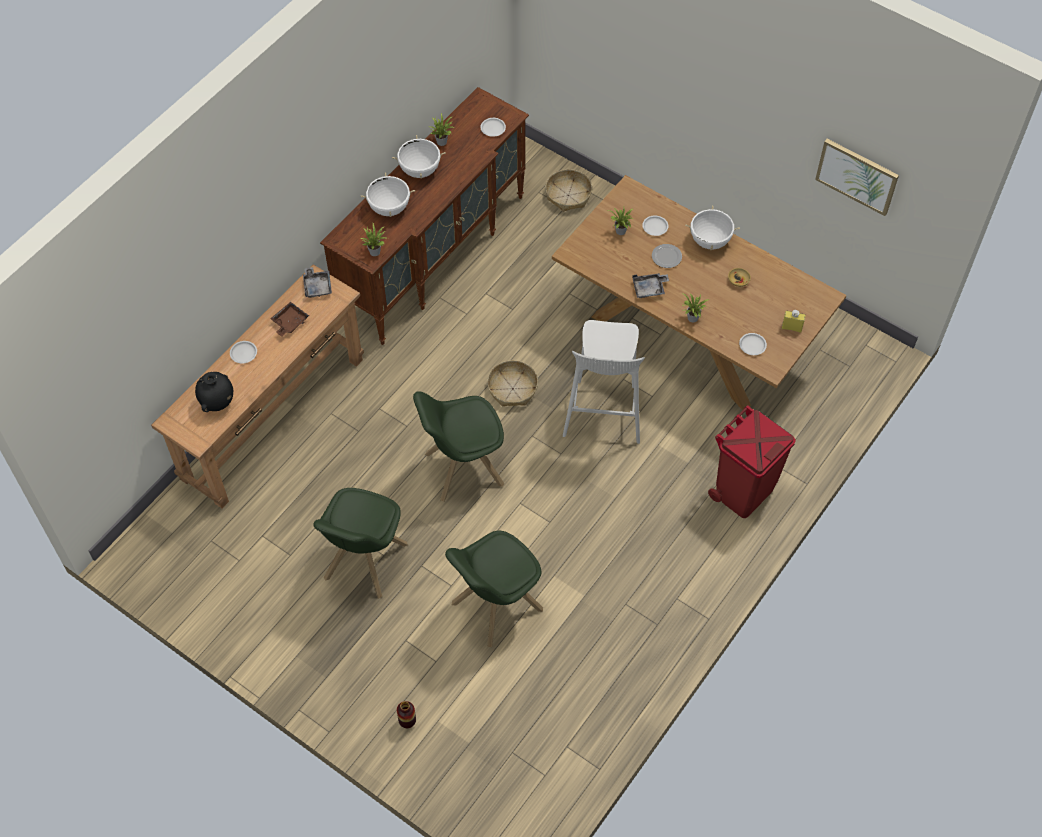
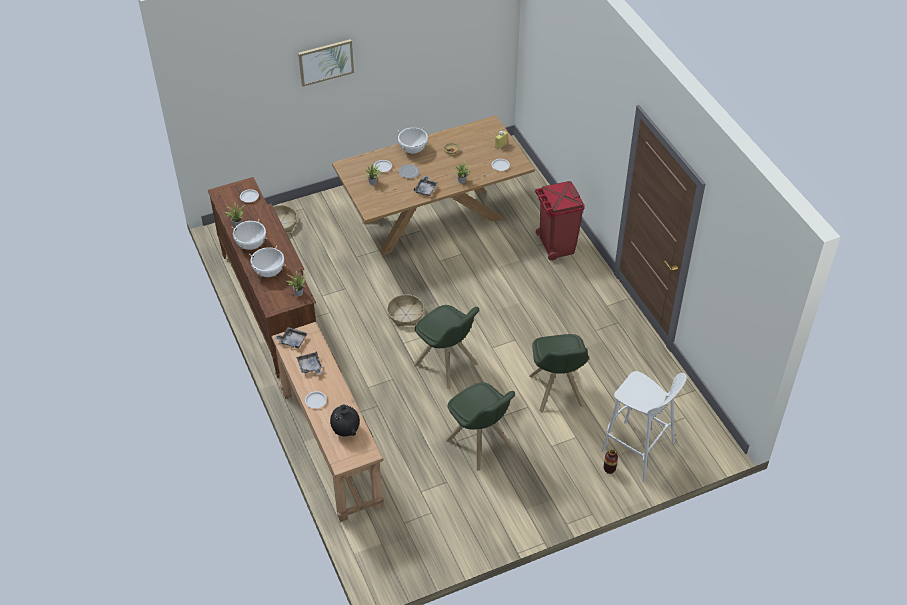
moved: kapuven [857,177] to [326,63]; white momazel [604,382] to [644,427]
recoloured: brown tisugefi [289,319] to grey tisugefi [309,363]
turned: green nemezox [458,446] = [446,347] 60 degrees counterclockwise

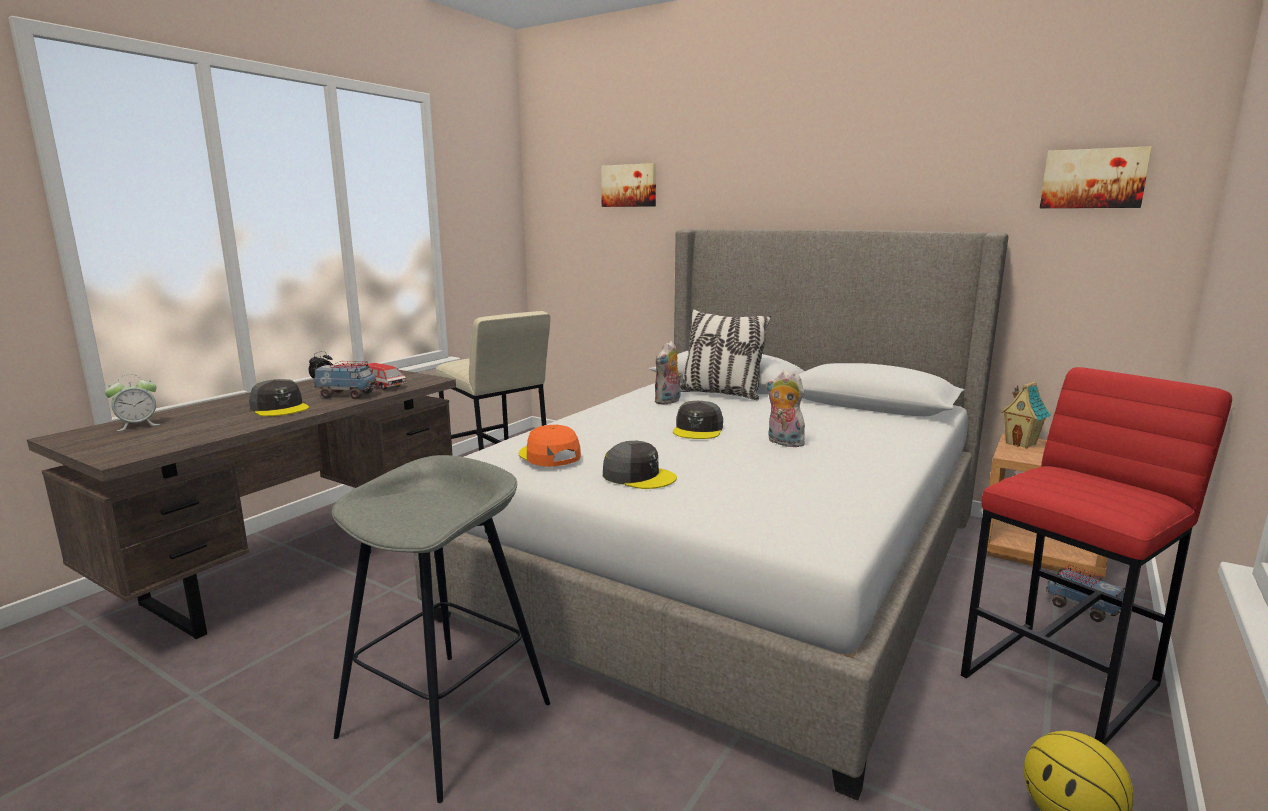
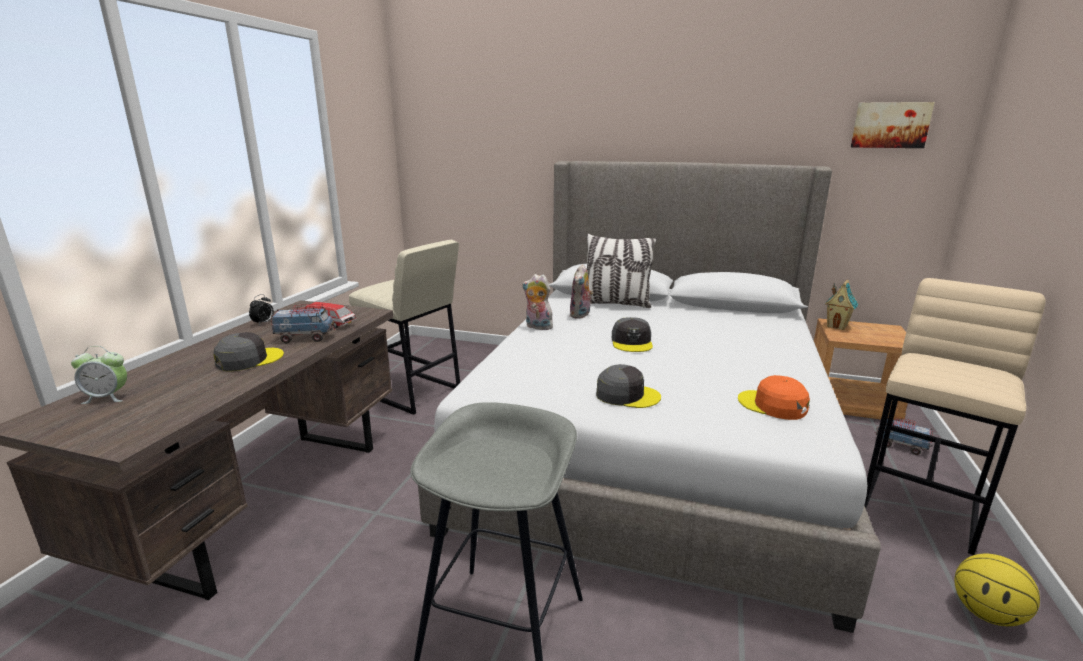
removed: kapuven [628,185]
moved: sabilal [785,408] to [537,302]; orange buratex [550,446] to [774,397]
recoloured: red momazel [1096,556] to beige momazel [955,416]
turned: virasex [132,402] = [99,375] 45 degrees clockwise; grey buratex [279,397] = [248,351] 75 degrees counterclockwise

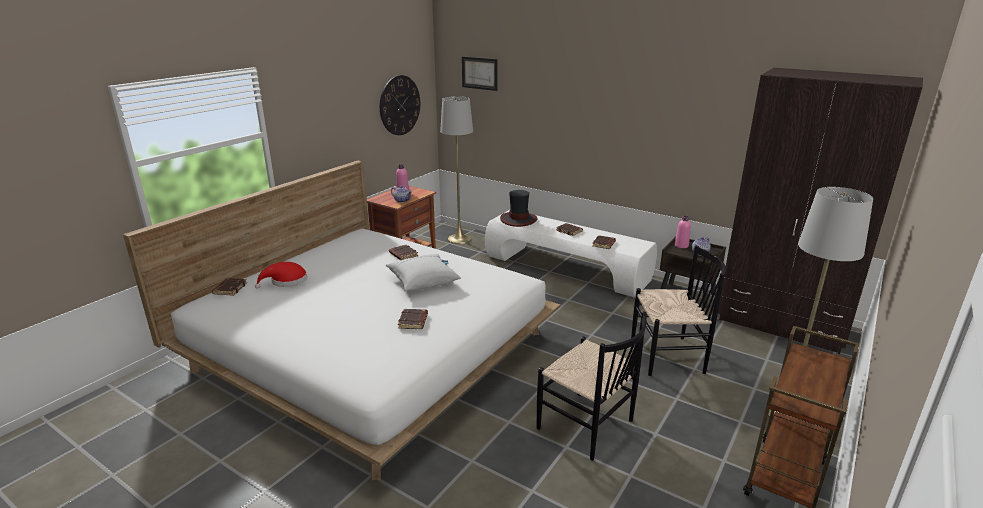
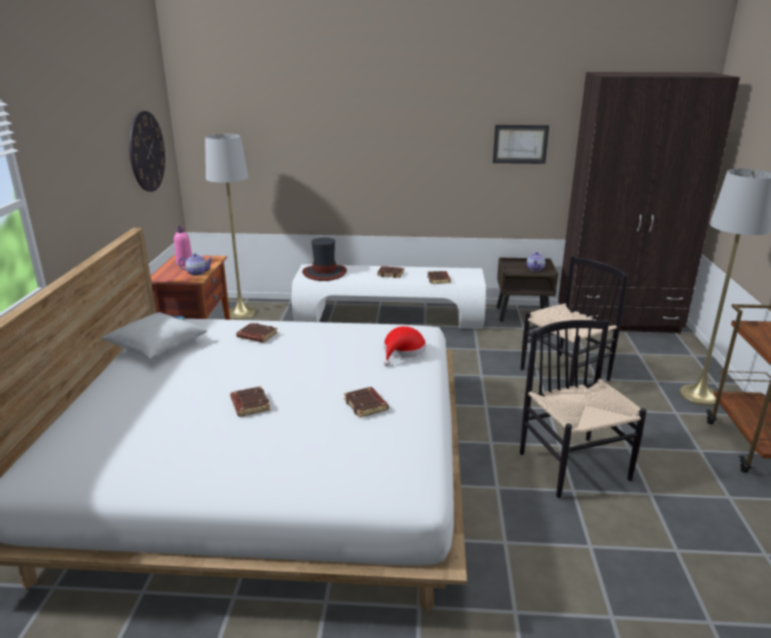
removed: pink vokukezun [683,231]
moved: kapuven [480,73] to [521,144]; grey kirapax [423,272] to [154,335]; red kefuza [281,275] to [405,346]; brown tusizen [229,287] to [250,401]
turned: black nemezox [592,386] = [583,409] 120 degrees counterclockwise

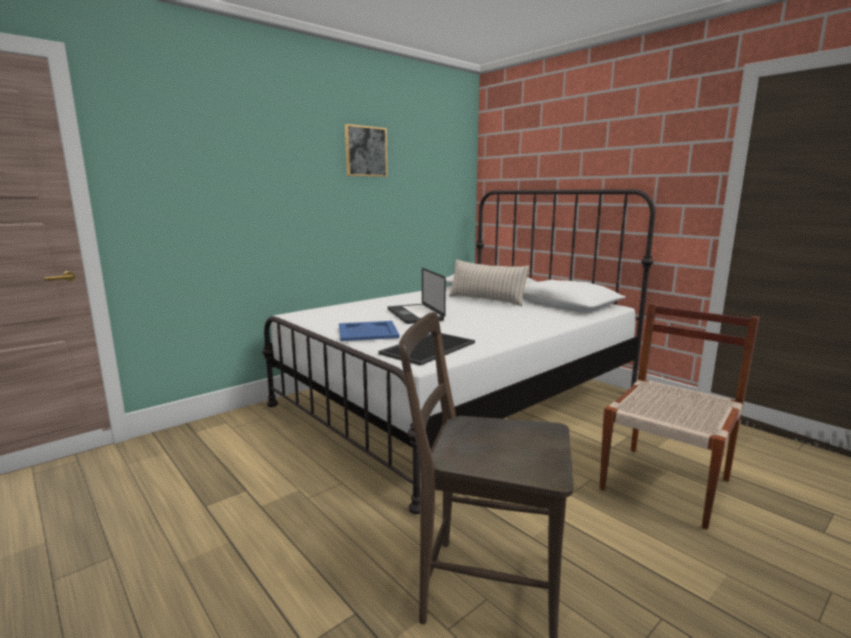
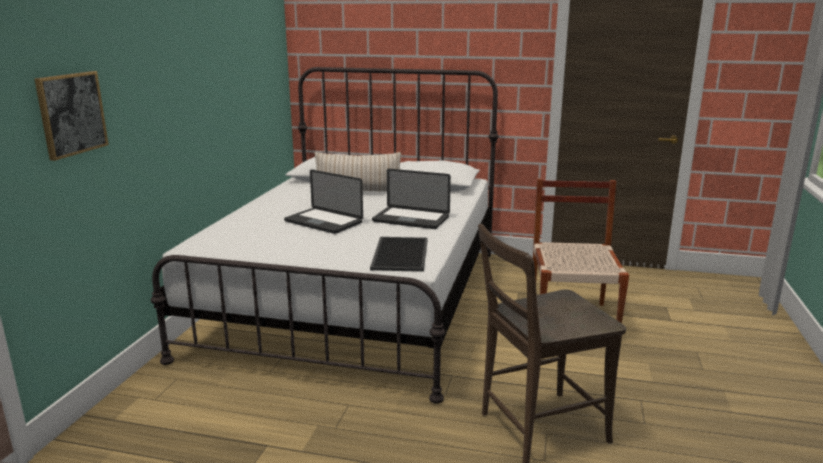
removed: blue tisugefi [369,331]
added: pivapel [411,199]
moved: kapuven [366,150] to [72,116]

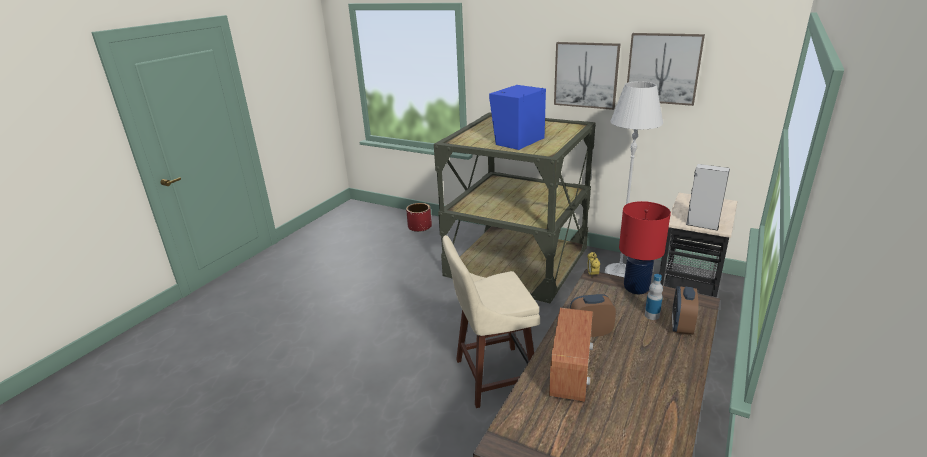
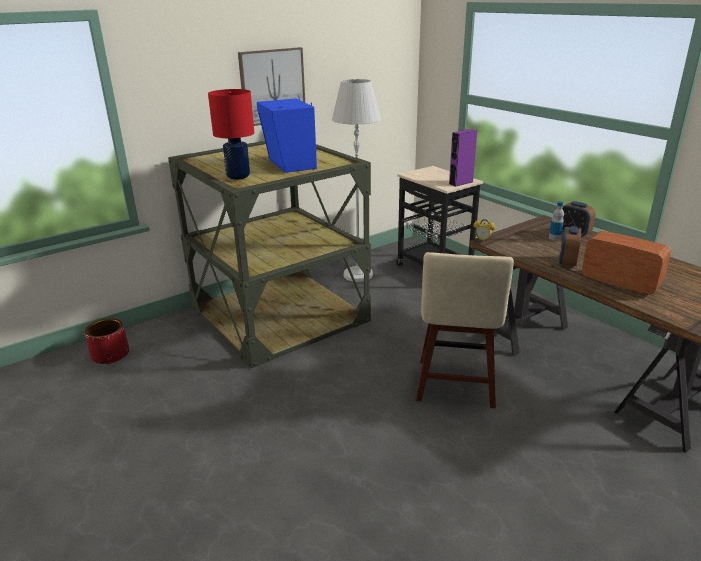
removed: kapuven [666,69]
moved: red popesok [645,248] to [231,134]
recoloured: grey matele [708,197] to purple matele [463,158]

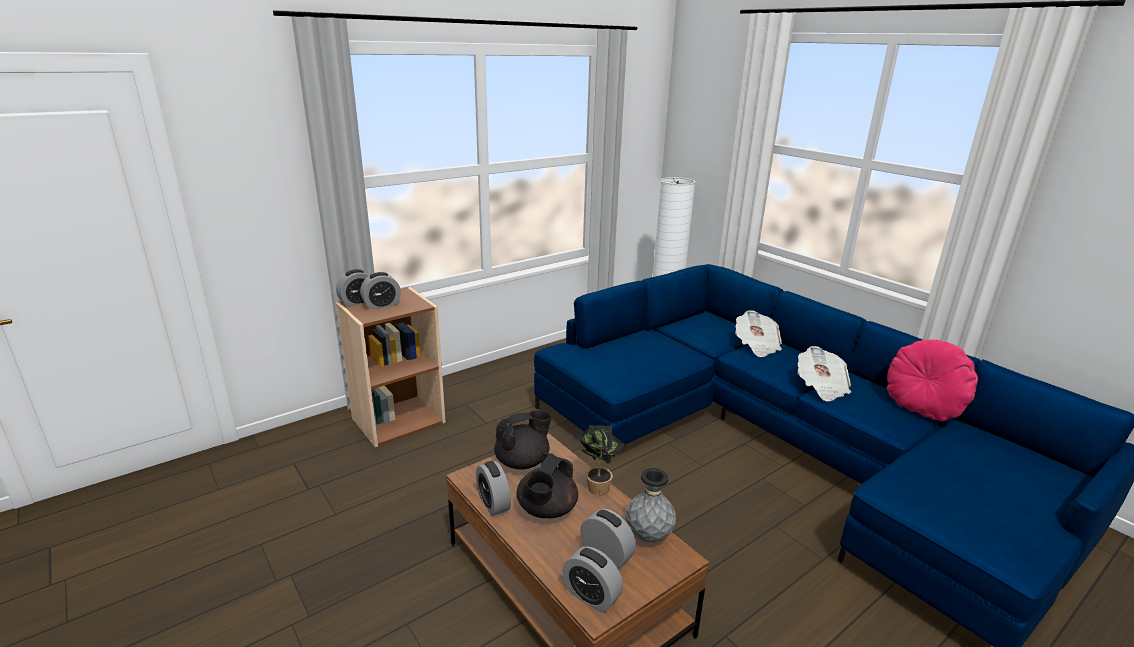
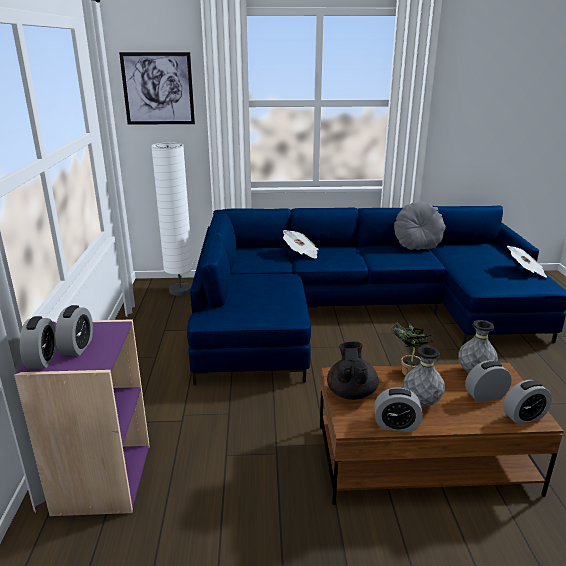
added: kapuven [157,88]
moved: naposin [824,374] to [527,262]
replaced: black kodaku [547,485] to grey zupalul [424,376]
recoloured: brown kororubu [391,367] to purple kororubu [82,417]; pink kirapax [932,380] to grey kirapax [420,225]

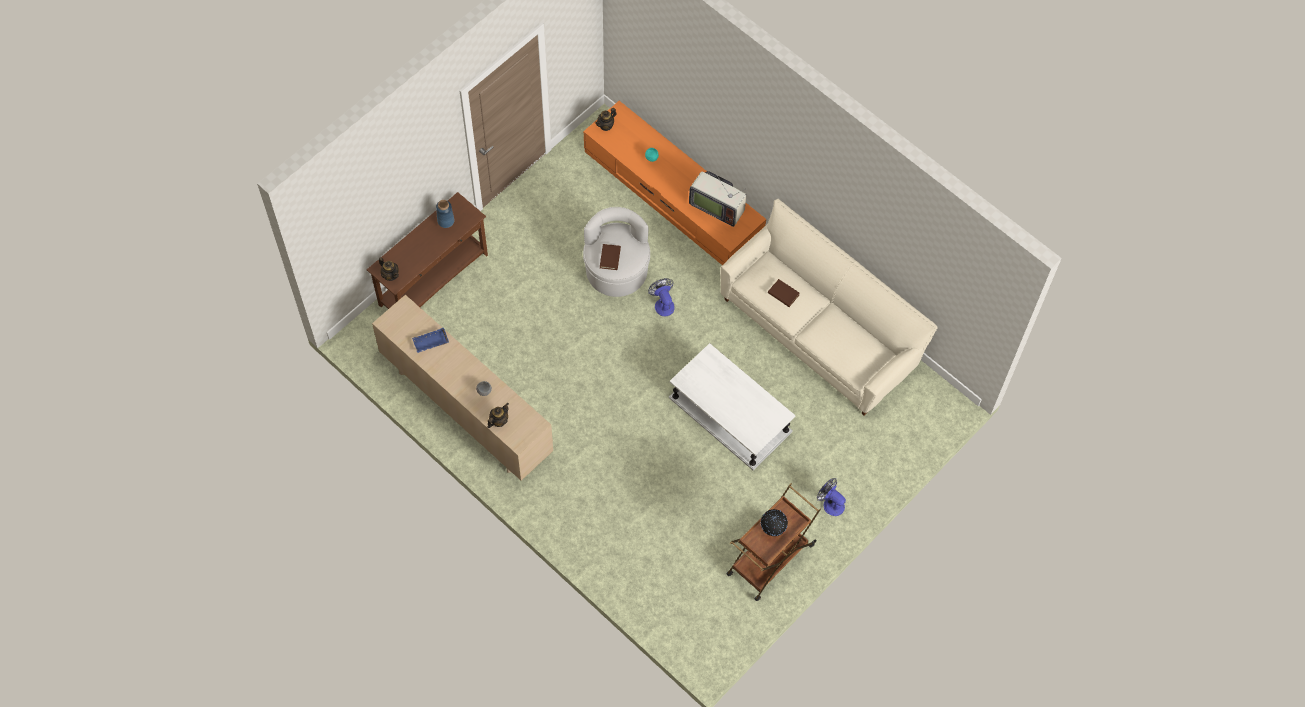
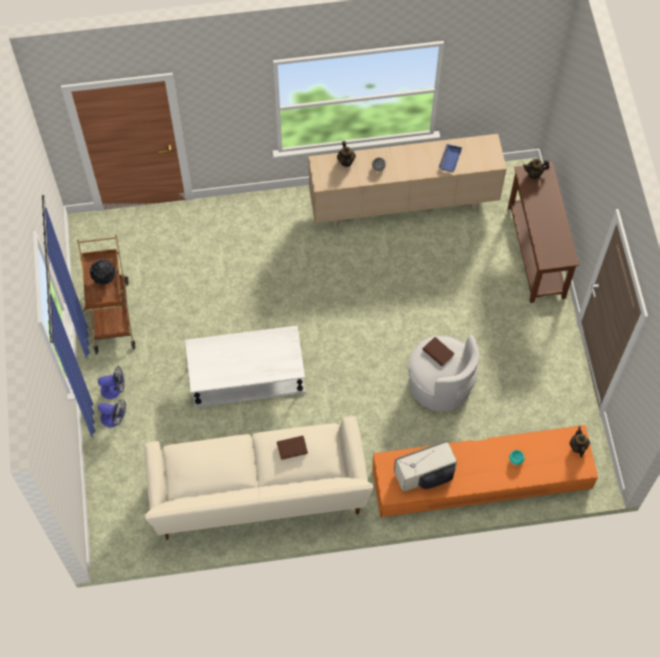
removed: blue zupalul [445,214]
moved: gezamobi [661,297] to [112,413]

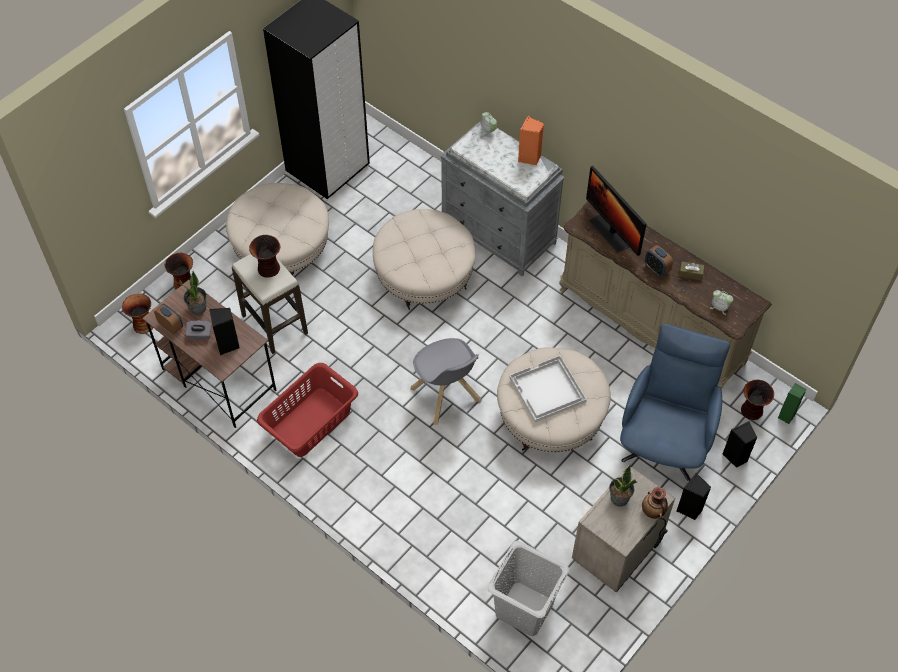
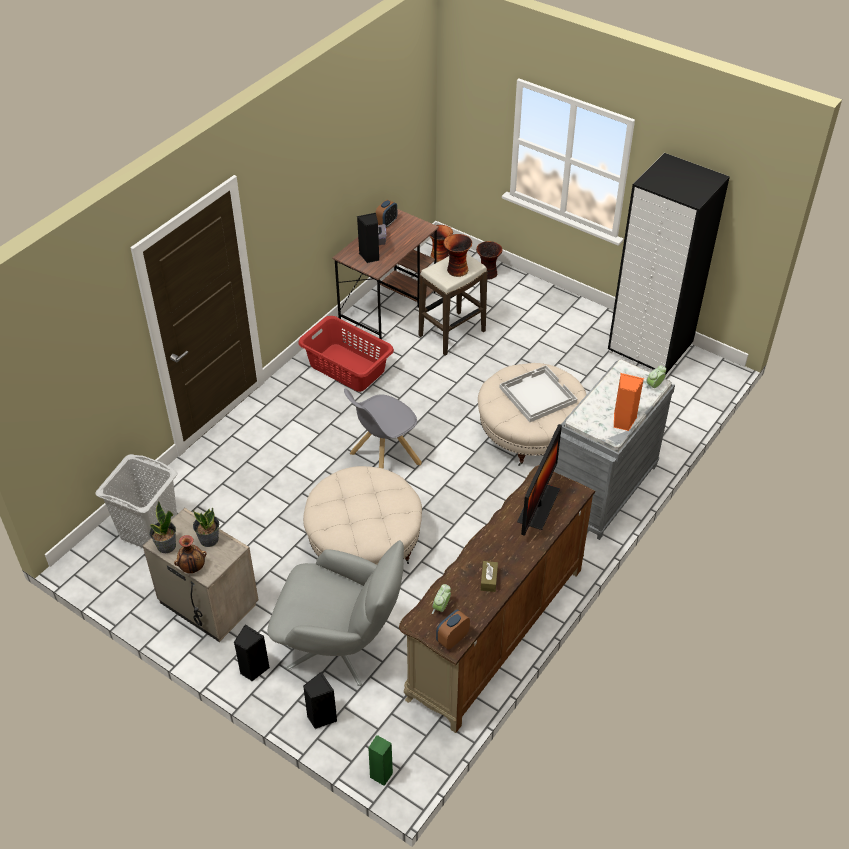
removed: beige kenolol [277,229]; zupalul [757,400]
moved: virasex [659,261] to [453,629]; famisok [193,293] to [162,527]; white tisugefi [548,389] to [538,393]
recoloured: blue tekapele [675,402] to grey tekapele [336,613]
turned: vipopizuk [616,211] = [539,480] 150 degrees clockwise

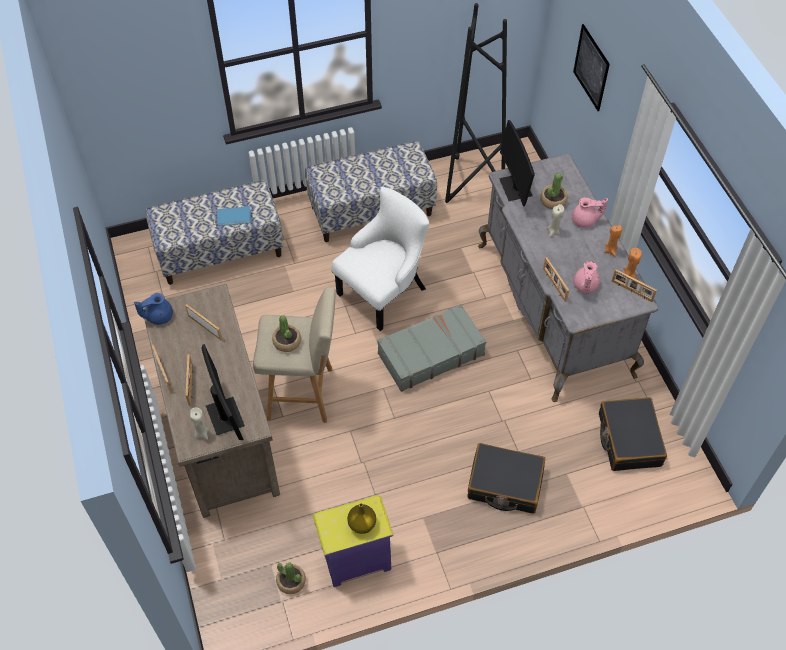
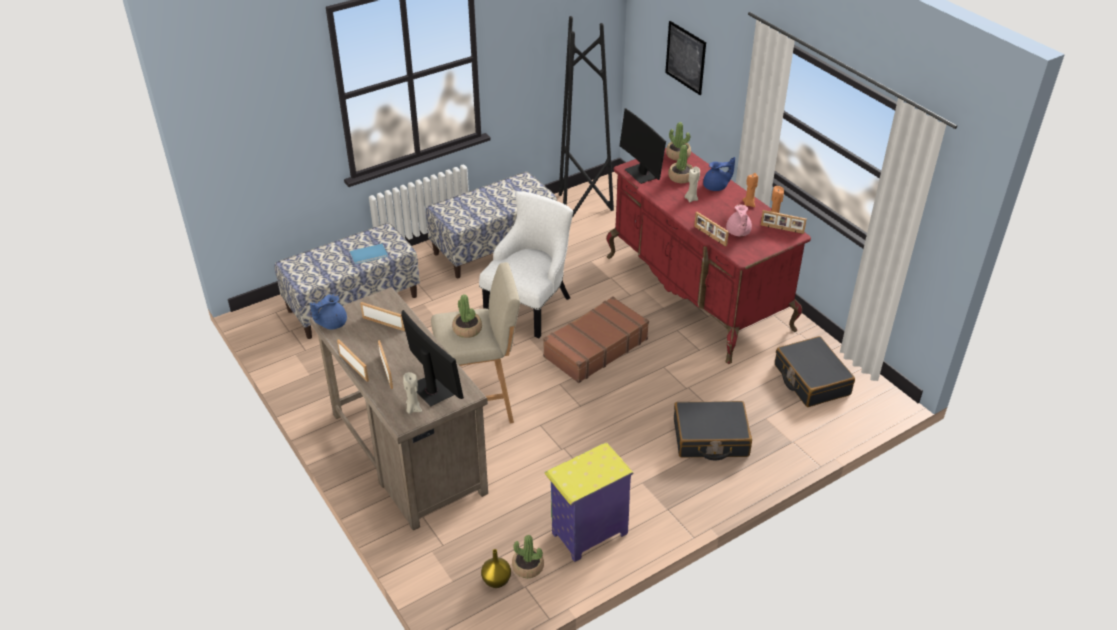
added: famisok [678,141]
moved: yellow zupalul [361,518] to [496,568]
recoloured: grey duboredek [568,278] to red duboredek [708,256]; pink kodaku [590,212] to blue kodaku [719,174]; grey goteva [432,348] to brown goteva [596,339]

